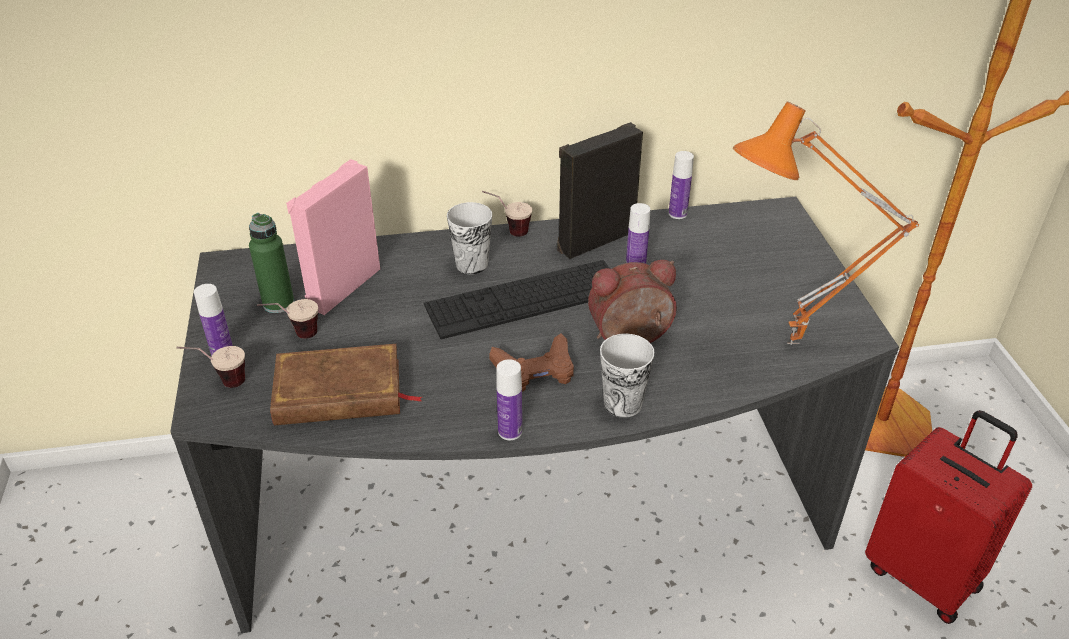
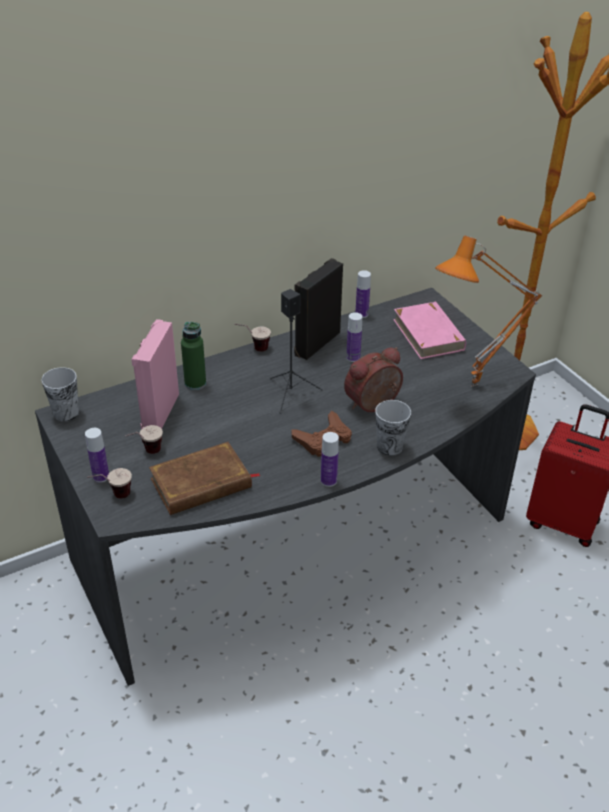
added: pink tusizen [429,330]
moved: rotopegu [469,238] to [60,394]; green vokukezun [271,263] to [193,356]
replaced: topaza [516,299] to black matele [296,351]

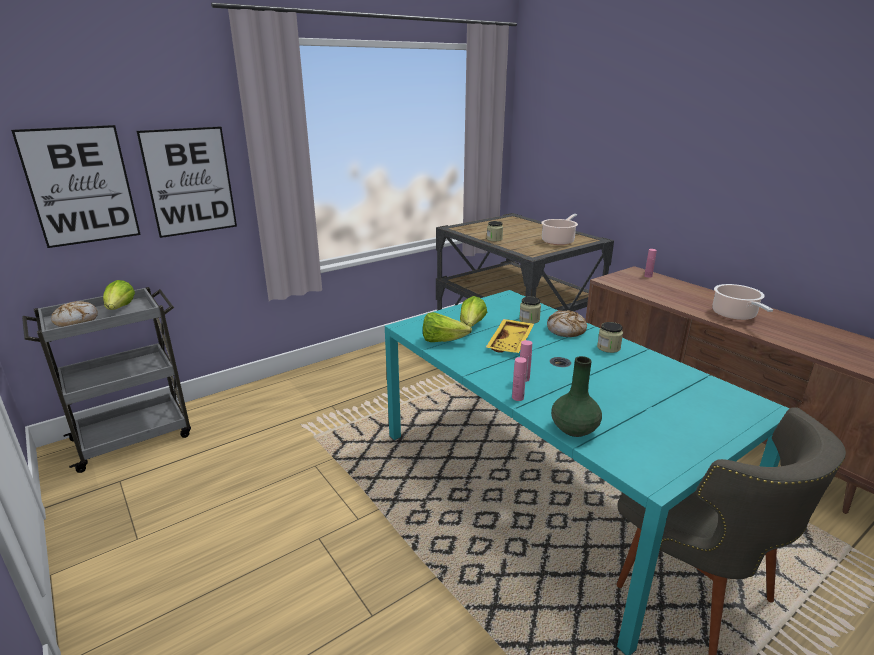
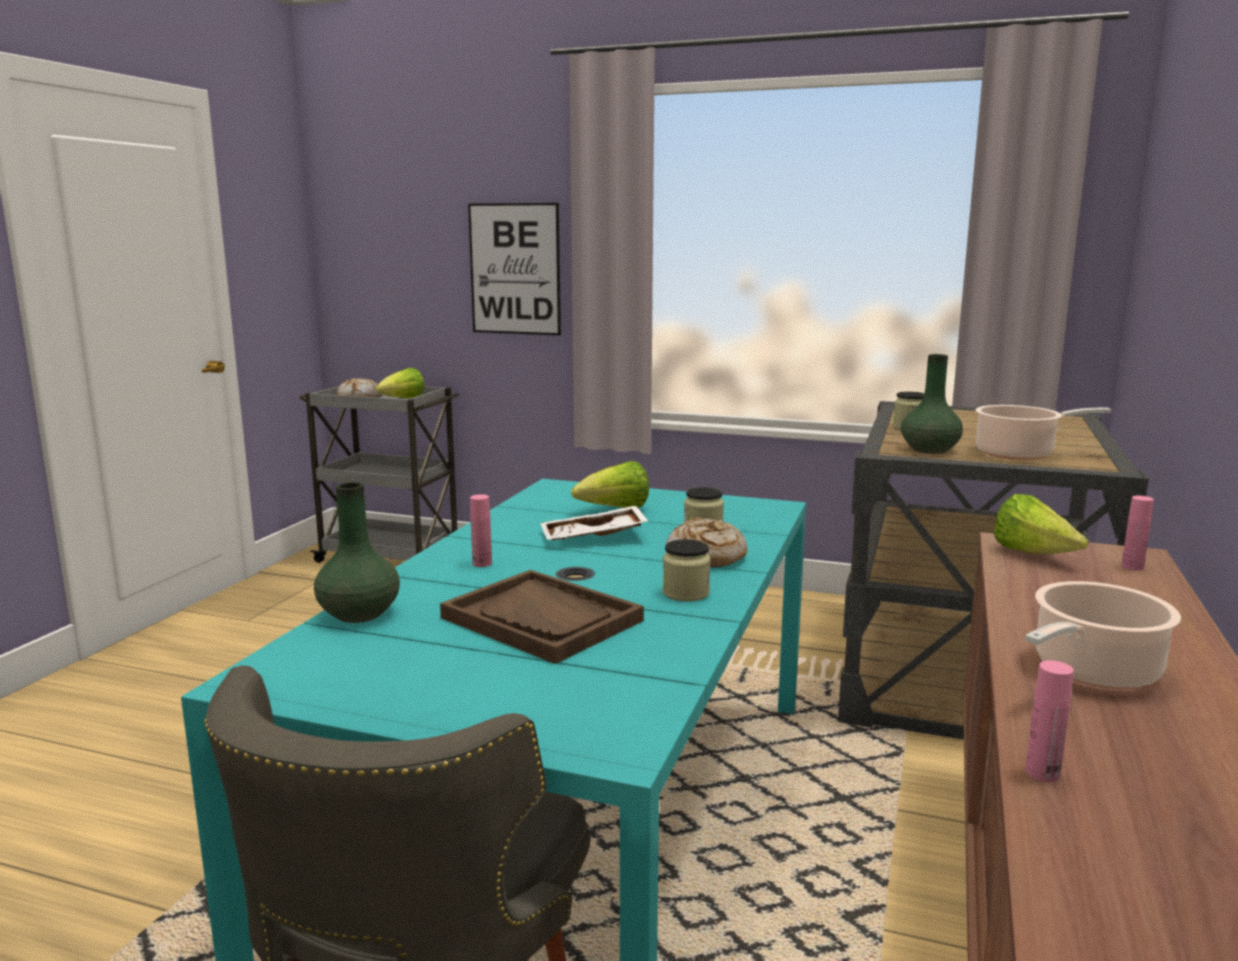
removed: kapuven [76,186]
added: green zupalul [932,404]; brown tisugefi [542,617]
moved: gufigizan [447,327] to [1041,524]; pink vokukezun [519,379] to [1049,721]
recoloured: yellow tisugefi [510,336] to white tisugefi [594,523]

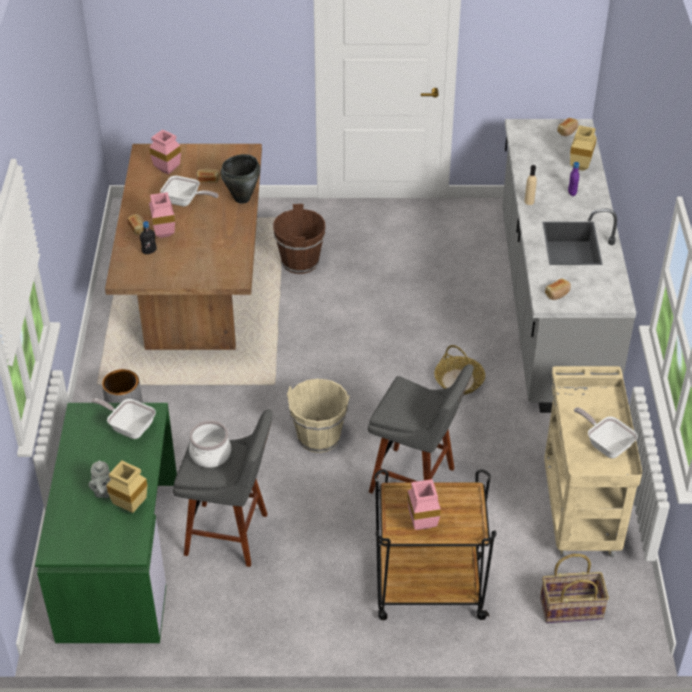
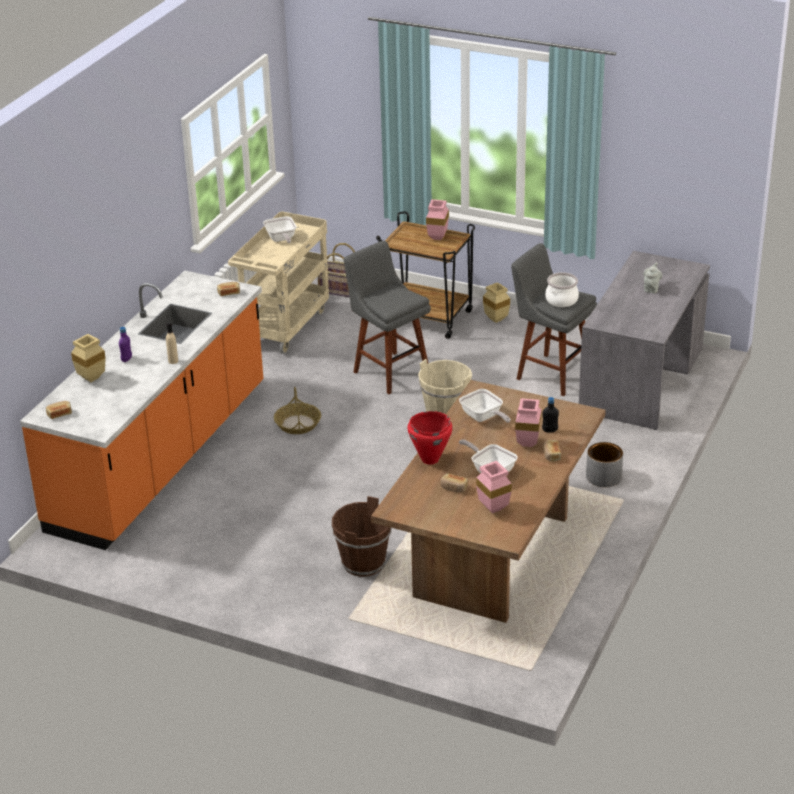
moved: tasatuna [123,418] to [485,406]; beige zupalul [126,486] to [496,302]
recoloured: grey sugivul [569,266] to orange sugivul [141,410]; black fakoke [240,178] to red fakoke [430,438]; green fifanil [106,523] to grey fifanil [644,340]

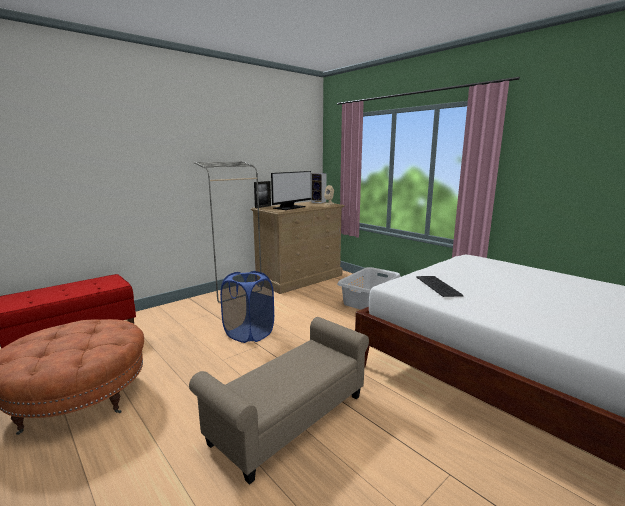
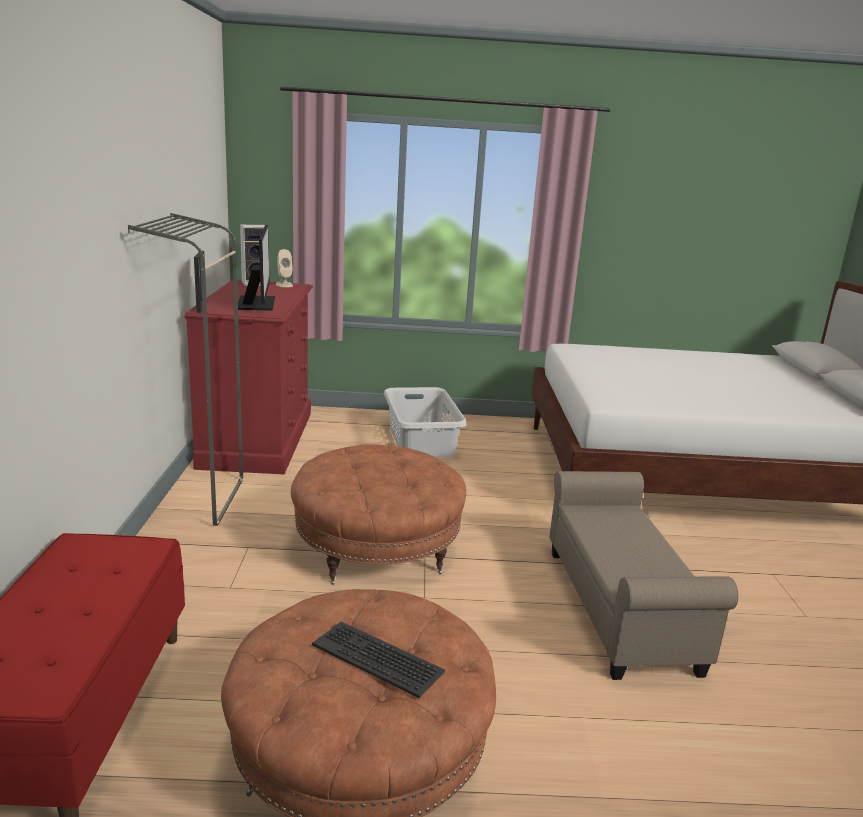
moved: topaza [439,286] to [378,659]
replaced: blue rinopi [247,307] to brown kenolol [378,514]
recoloured: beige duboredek [298,247] to red duboredek [249,377]

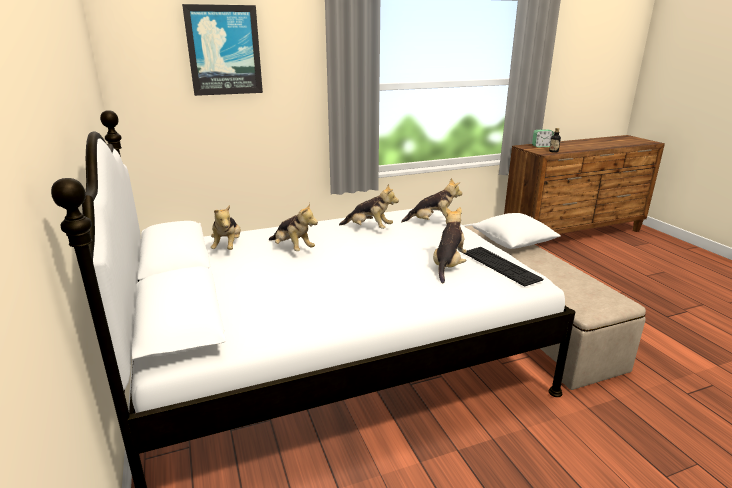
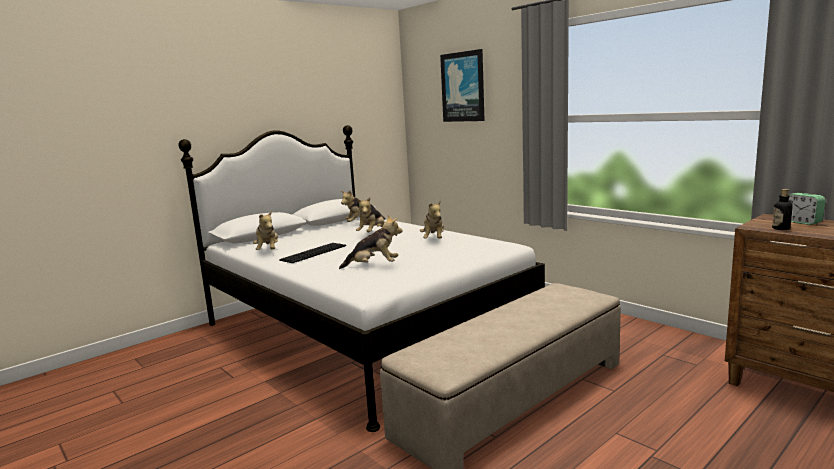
removed: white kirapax [516,231]
moved: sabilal [431,200] to [265,230]; topaza [503,267] to [312,253]

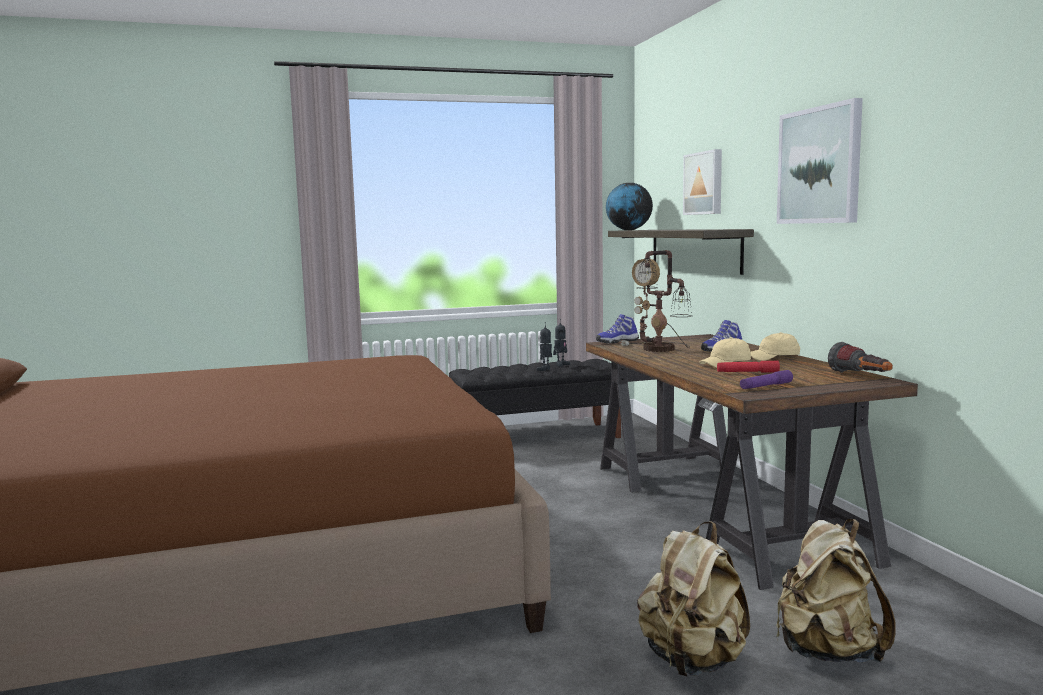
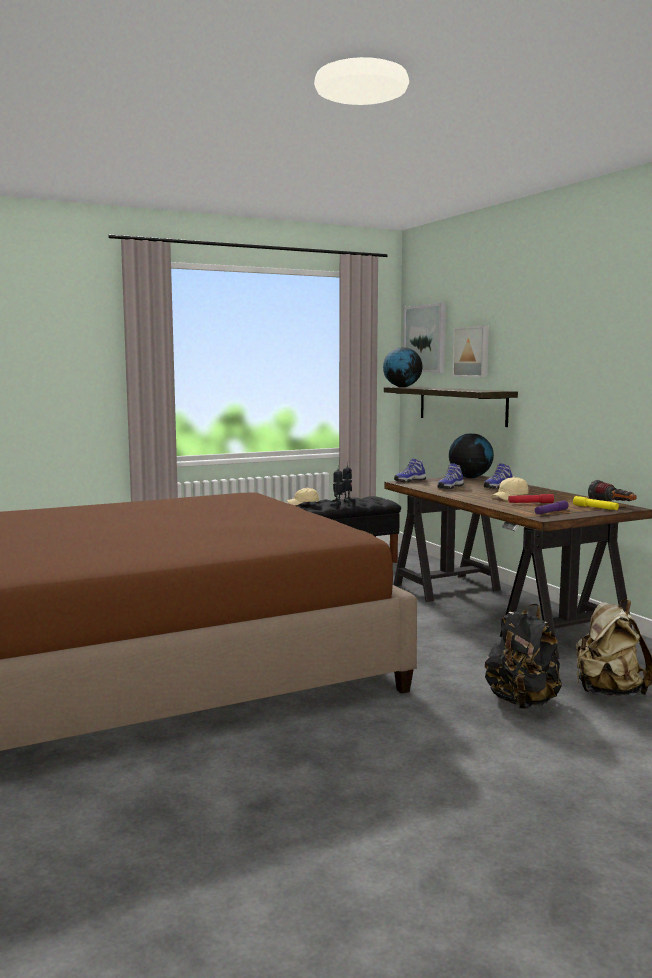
added: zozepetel [471,455]; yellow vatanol [596,503]
moved: kapuven [820,161] to [425,338]; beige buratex [775,346] to [303,497]
replaced: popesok [656,301] to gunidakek [450,476]
recoloured: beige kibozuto [693,599] to black kibozuto [523,656]

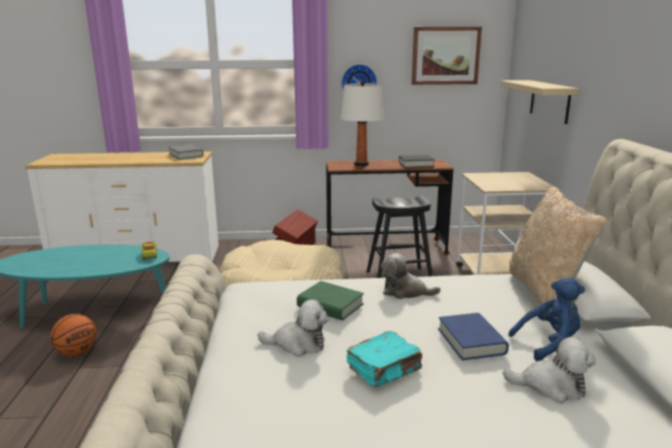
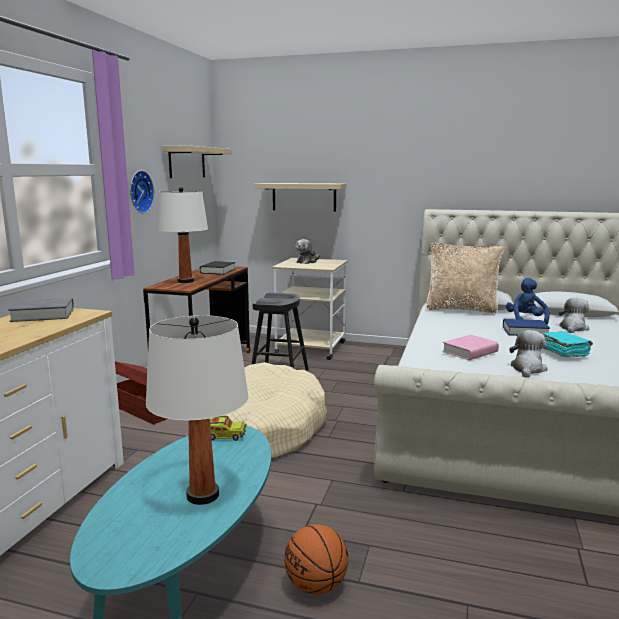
added: white popesok [197,410]
moved: sabilal [411,276] to [307,251]
replaced: kapuven [447,56] to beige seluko [197,161]
recoloured: green tusizen [330,300] to pink tusizen [470,347]

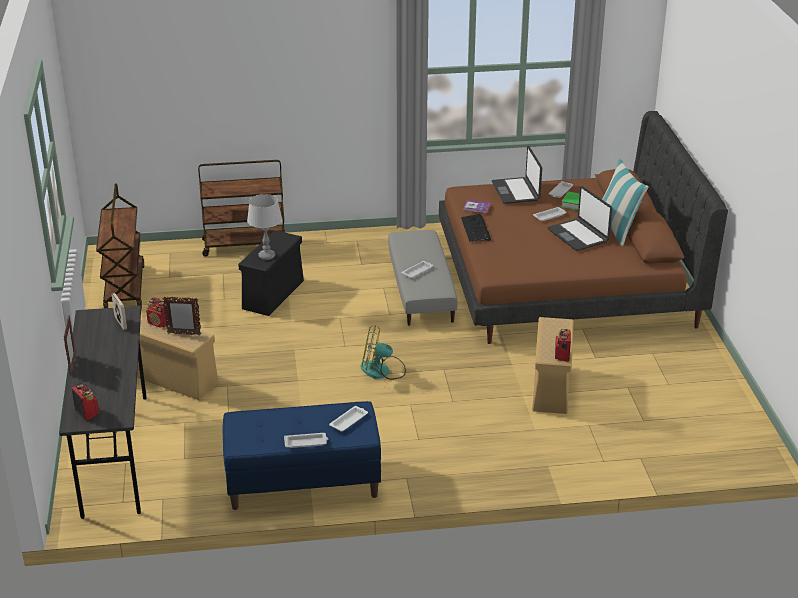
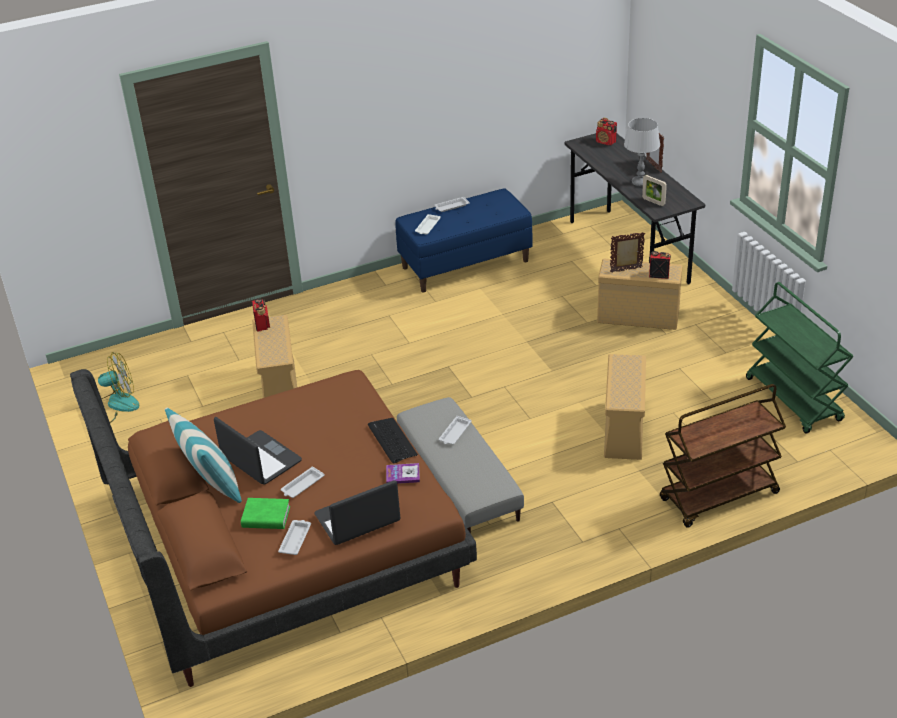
moved: grey popesok [264,227] to [642,152]; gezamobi [383,352] to [118,387]
recoloured: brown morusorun [120,246] to green morusorun [800,358]; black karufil [271,273] to beige karufil [625,407]
turned: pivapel [517,175] = [358,512] 90 degrees counterclockwise

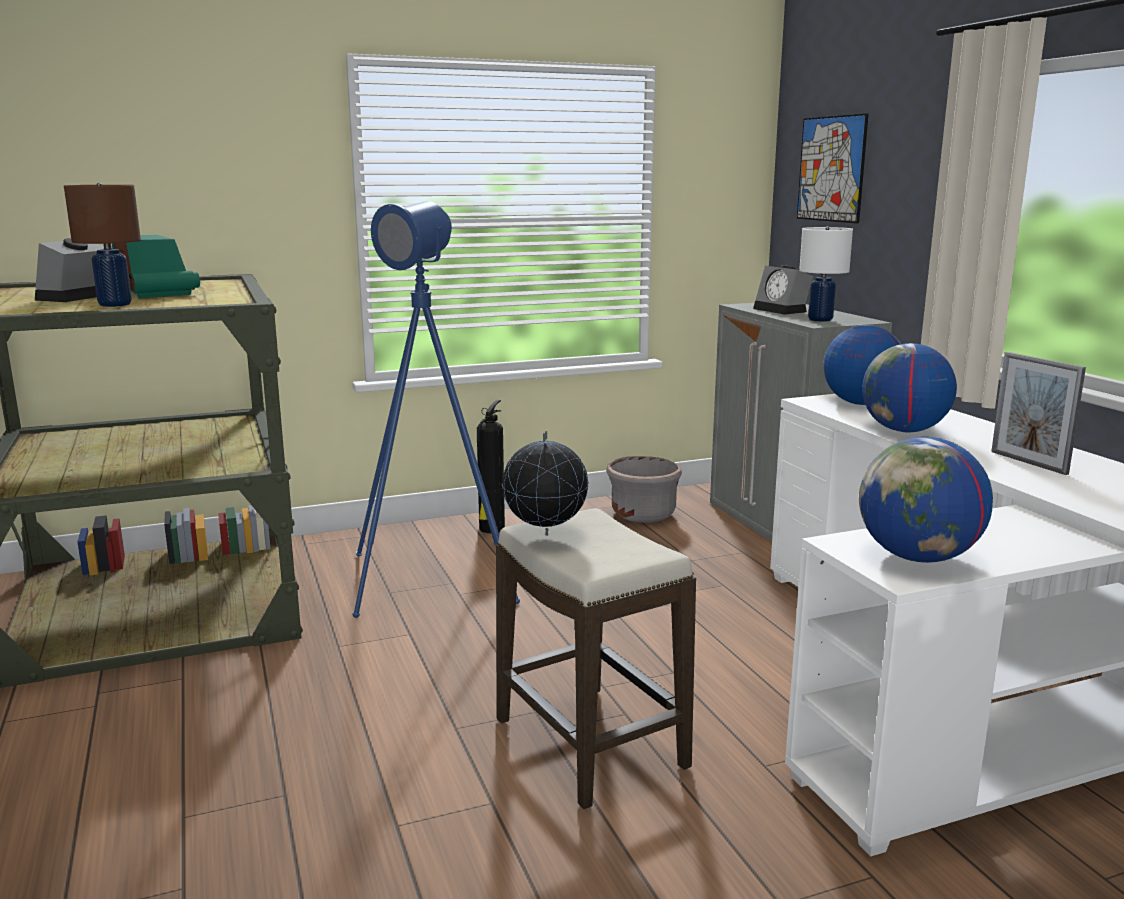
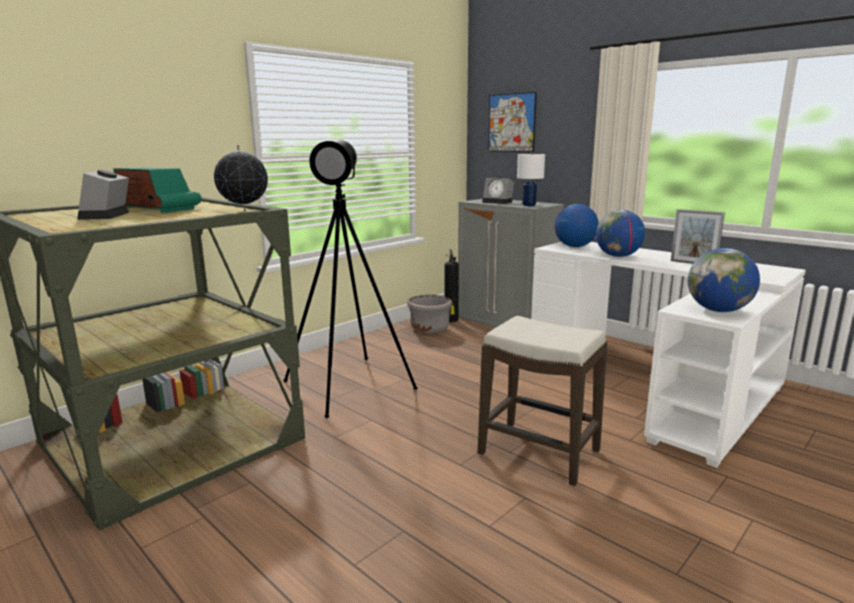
removed: brown popesok [102,245]
moved: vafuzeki [491,466] to [452,285]; zozepetel [545,483] to [241,178]
recoloured: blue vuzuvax [436,409] to black vuzuvax [350,279]

